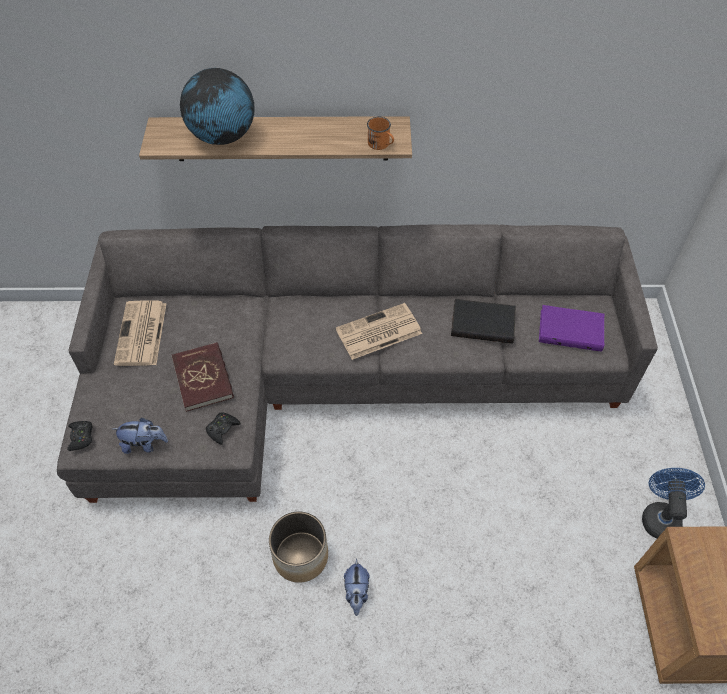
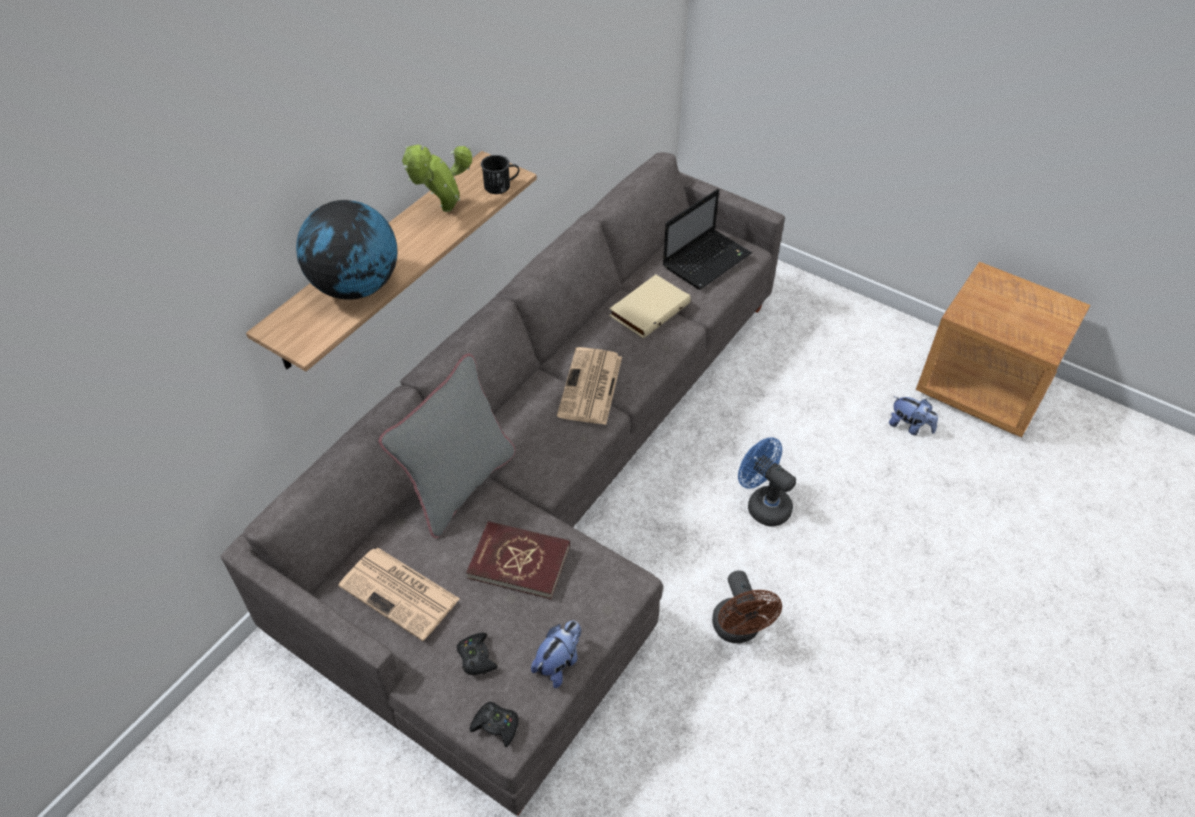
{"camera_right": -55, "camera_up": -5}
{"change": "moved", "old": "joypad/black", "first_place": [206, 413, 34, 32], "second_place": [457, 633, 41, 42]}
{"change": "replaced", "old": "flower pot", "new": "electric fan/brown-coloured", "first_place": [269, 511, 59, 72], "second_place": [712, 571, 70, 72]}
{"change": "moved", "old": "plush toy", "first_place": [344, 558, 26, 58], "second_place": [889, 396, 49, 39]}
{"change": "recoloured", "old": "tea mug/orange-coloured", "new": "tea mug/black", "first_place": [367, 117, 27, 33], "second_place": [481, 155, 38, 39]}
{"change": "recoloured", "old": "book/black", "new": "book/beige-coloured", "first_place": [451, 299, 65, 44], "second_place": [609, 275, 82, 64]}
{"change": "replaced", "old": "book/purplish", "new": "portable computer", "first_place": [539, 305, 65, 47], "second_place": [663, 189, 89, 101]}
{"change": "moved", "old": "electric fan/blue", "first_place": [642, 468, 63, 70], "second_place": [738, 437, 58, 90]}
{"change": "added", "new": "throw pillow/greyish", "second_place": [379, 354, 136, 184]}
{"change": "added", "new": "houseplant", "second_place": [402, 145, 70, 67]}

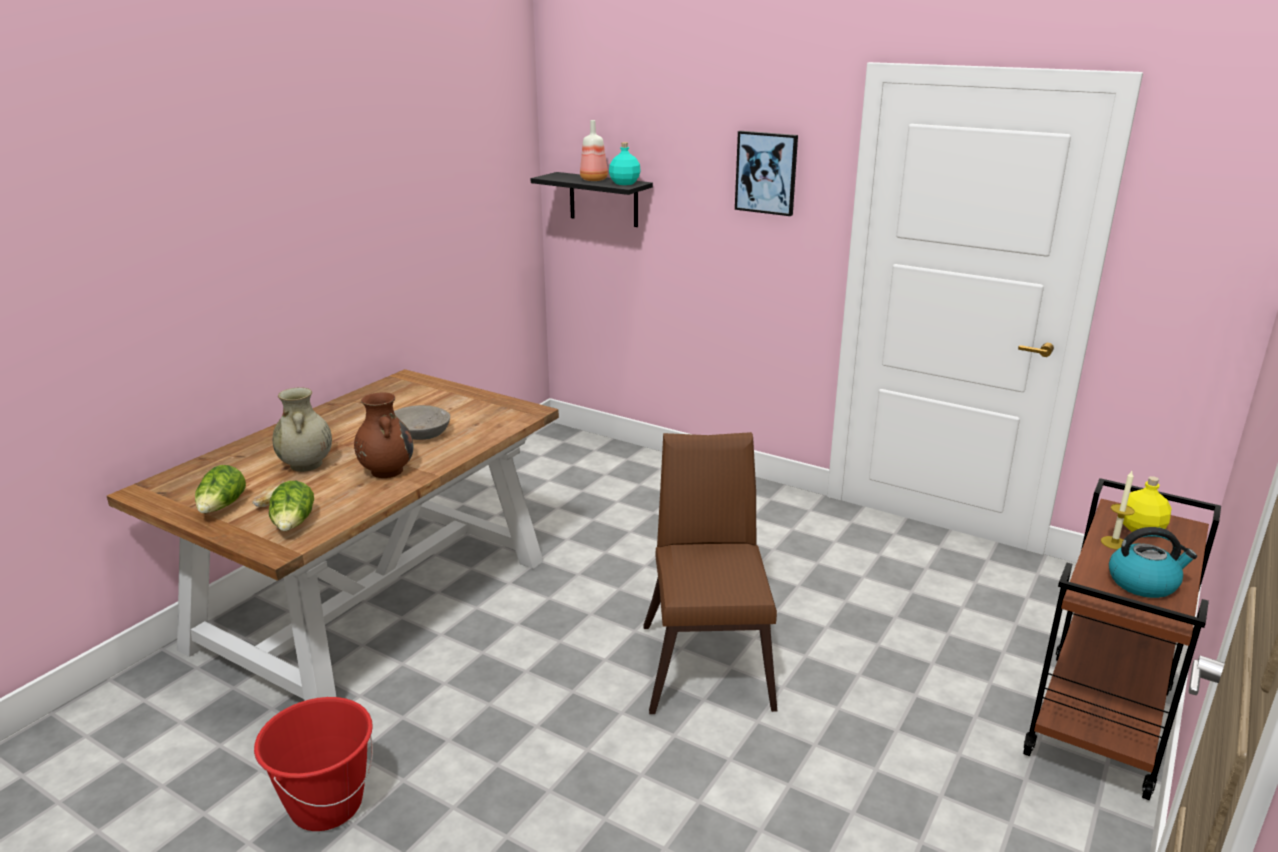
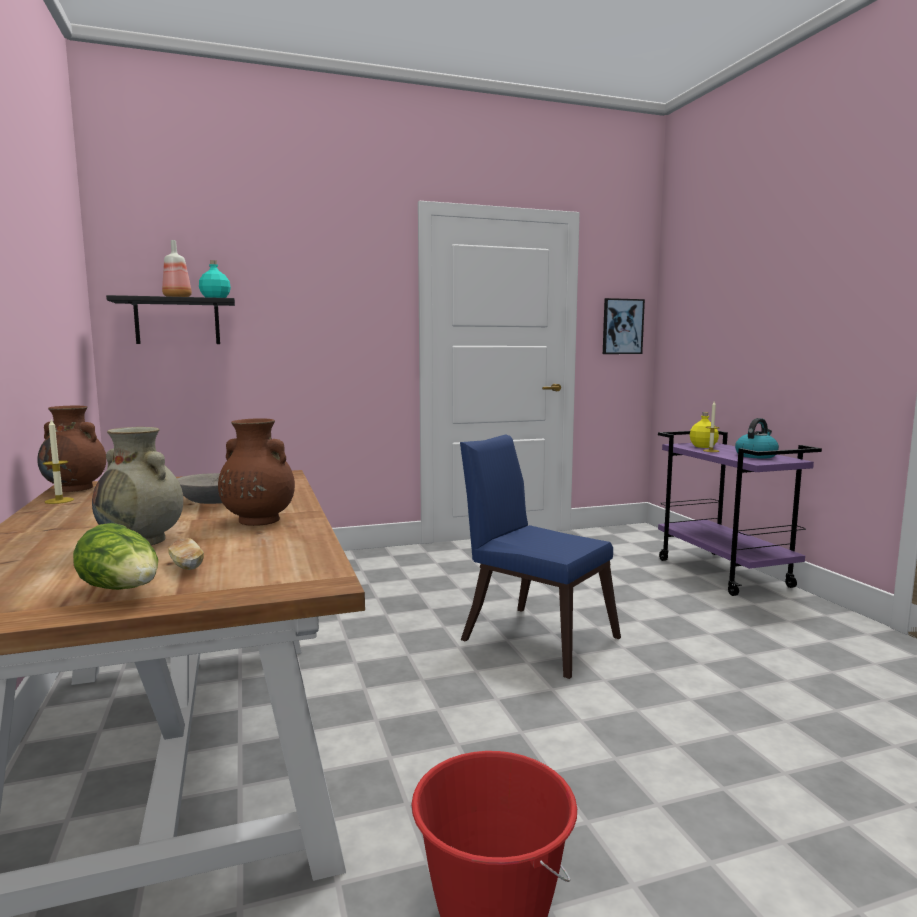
{"camera_right": -50, "camera_up": -15}
{"change": "removed", "old": "head of lettuce", "first_place": [269, 481, 45, 50]}
{"change": "recoloured", "old": "chair/brown-coloured", "new": "chair/blue", "first_place": [643, 432, 134, 282], "second_place": [460, 435, 161, 244]}
{"change": "moved", "old": "wall art", "first_place": [735, 131, 63, 85], "second_place": [603, 298, 42, 56]}
{"change": "recoloured", "old": "trolley/brown-coloured", "new": "trolley/purplish", "first_place": [1023, 478, 198, 322], "second_place": [658, 431, 164, 165]}
{"change": "added", "new": "vase/brown-coloured", "second_place": [37, 406, 69, 86]}
{"change": "added", "new": "wax candle", "second_place": [43, 420, 31, 84]}

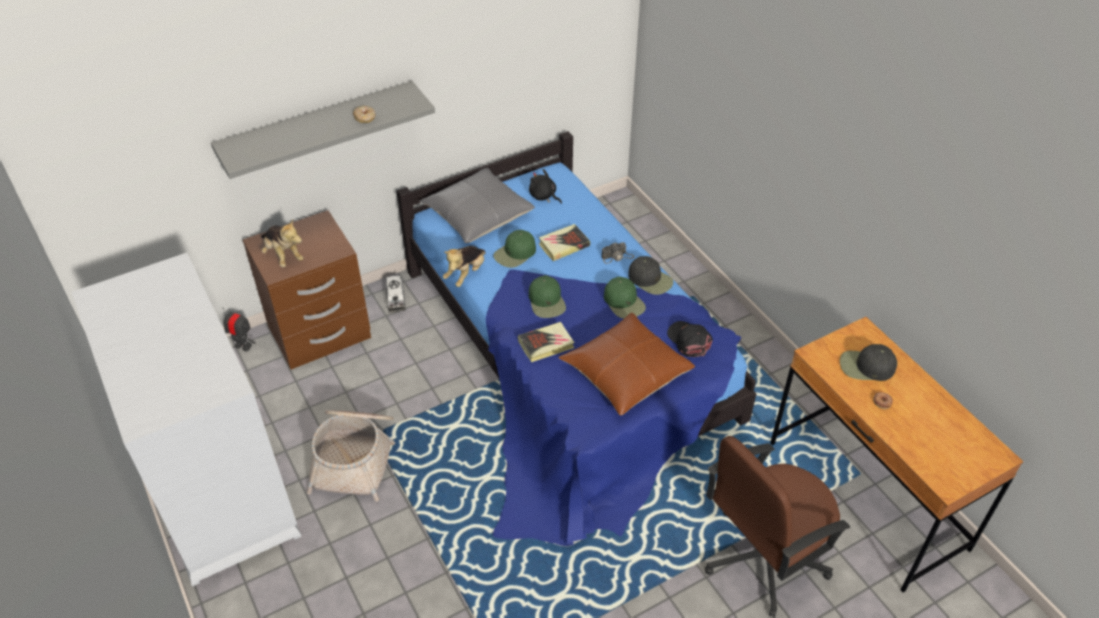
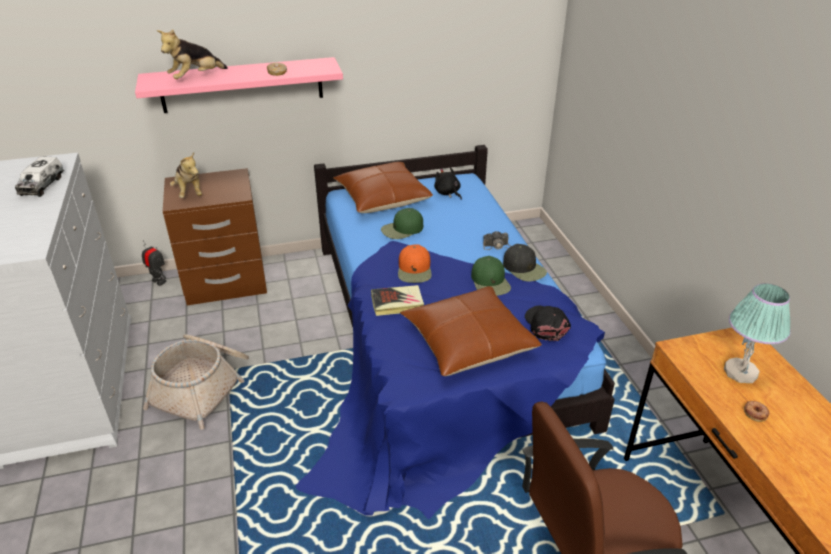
{"camera_right": 15, "camera_up": -10}
{"change": "recoloured", "old": "bracket shelf/greyish", "new": "bracket shelf/pink-coloured", "first_place": [211, 81, 224, 98], "second_place": [135, 57, 208, 56]}
{"change": "moved", "old": "model truck", "first_place": [386, 275, 20, 38], "second_place": [15, 157, 49, 40]}
{"change": "recoloured", "old": "throw pillow/greyish", "new": "throw pillow/brown-coloured", "first_place": [420, 168, 115, 75], "second_place": [333, 162, 100, 51]}
{"change": "moved", "old": "plush toy", "first_place": [443, 246, 43, 41], "second_place": [157, 29, 71, 50]}
{"change": "recoloured", "old": "cap/green-coloured", "new": "cap/orange-coloured", "first_place": [529, 275, 37, 43], "second_place": [398, 244, 34, 39]}
{"change": "removed", "old": "book", "first_place": [539, 224, 51, 37]}
{"change": "replaced", "old": "cap/black", "new": "lamp for a table", "first_place": [840, 344, 57, 37], "second_place": [724, 283, 67, 100]}

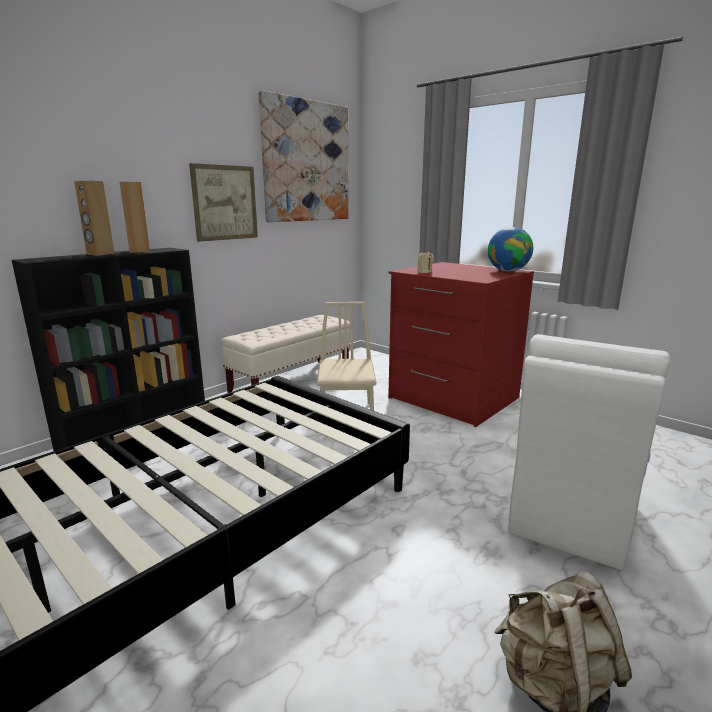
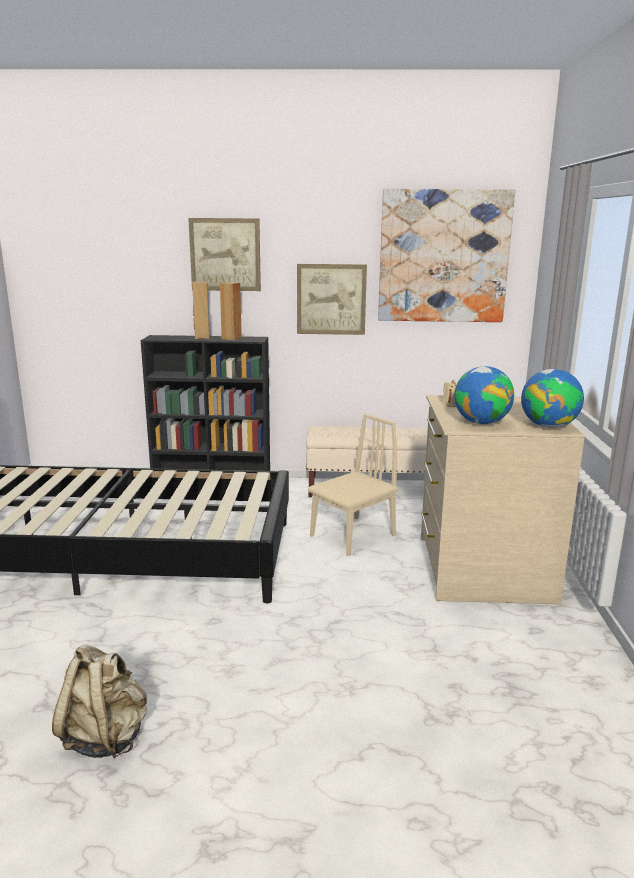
{"camera_right": 50, "camera_up": 0}
{"change": "recoloured", "old": "chest of drawers/red-coloured", "new": "chest of drawers/beige-coloured", "first_place": [388, 262, 146, 165], "second_place": [421, 395, 164, 209]}
{"change": "removed", "old": "chair/white", "first_place": [508, 334, 162, 236]}
{"change": "added", "new": "wall art", "second_place": [188, 218, 73, 73]}
{"change": "added", "new": "desk globe", "second_place": [454, 366, 60, 59]}

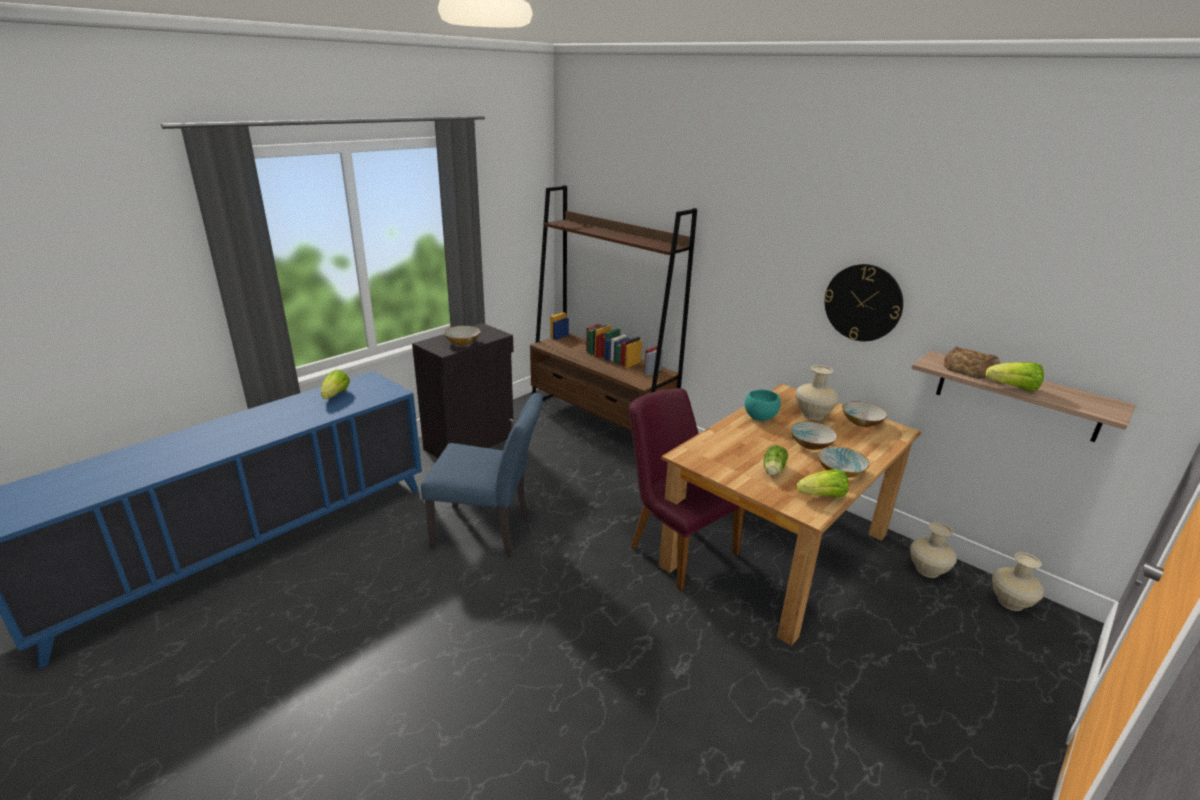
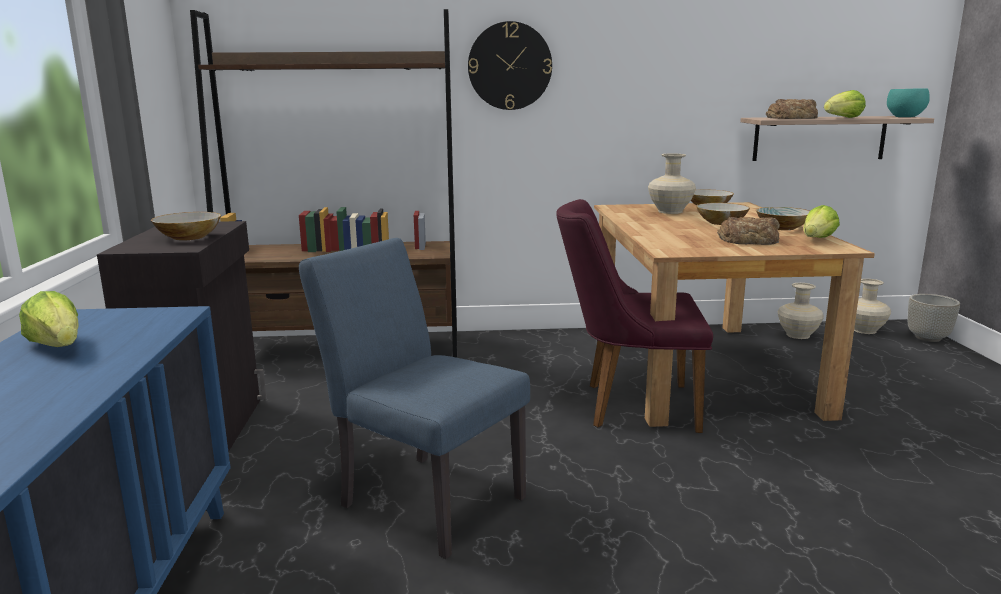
{"camera_right": -45, "camera_up": -10}
{"change": "turned", "old": "chair/blue", "first_place": [421, 393, 122, 164], "second_place": [299, 238, 231, 321], "degrees": -105}
{"change": "moved", "old": "deep dish/blue-green", "first_place": [745, 389, 35, 32], "second_place": [887, 88, 43, 29]}
{"change": "replaced", "old": "head of lettuce", "new": "bakery bread", "first_place": [764, 445, 24, 31], "second_place": [717, 217, 63, 28]}
{"change": "moved", "old": "hanging clock", "first_place": [824, 264, 79, 77], "second_place": [468, 21, 84, 89]}
{"change": "added", "new": "flower pot/greyish", "second_place": [908, 294, 52, 48]}

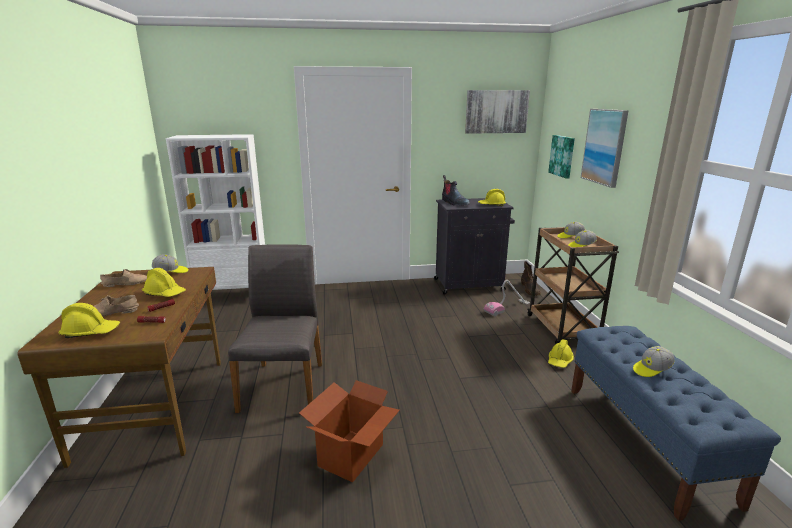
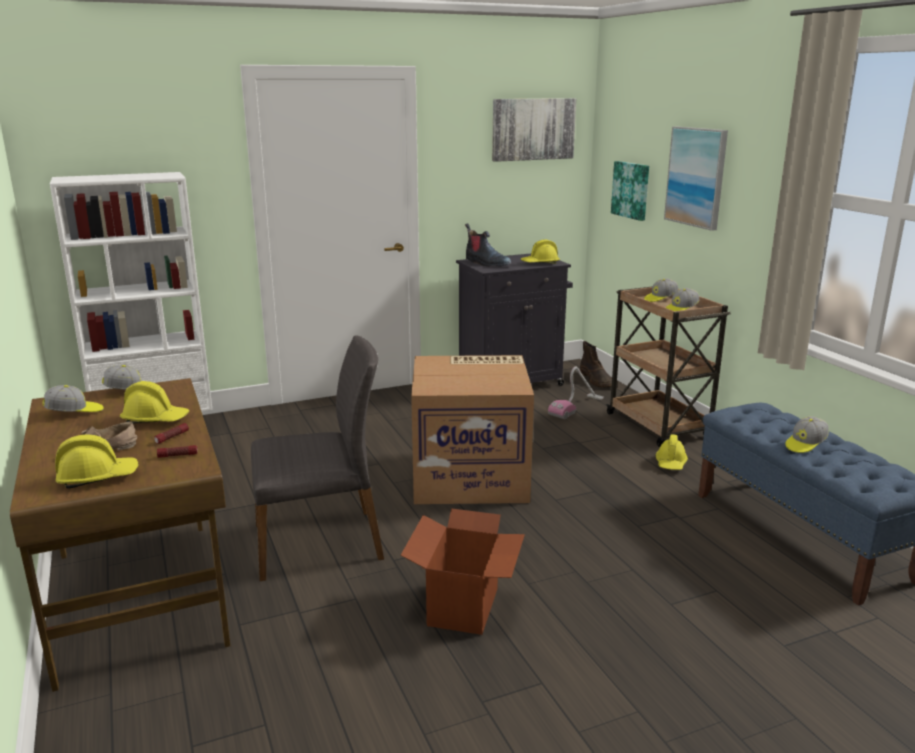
{"camera_right": -15, "camera_up": 0}
{"change": "replaced", "old": "shoe/beige-coloured", "new": "cap", "first_place": [100, 269, 47, 18], "second_place": [43, 385, 61, 27]}
{"change": "turned", "old": "chair/greyish", "first_place": [228, 245, 94, 168], "second_place": [251, 336, 133, 245], "degrees": 90}
{"change": "added", "new": "cardboard box", "second_place": [411, 355, 123, 149]}

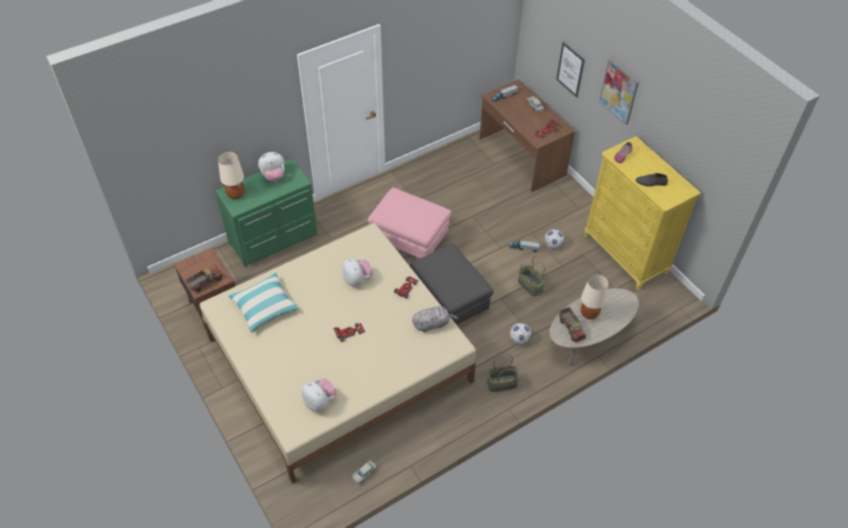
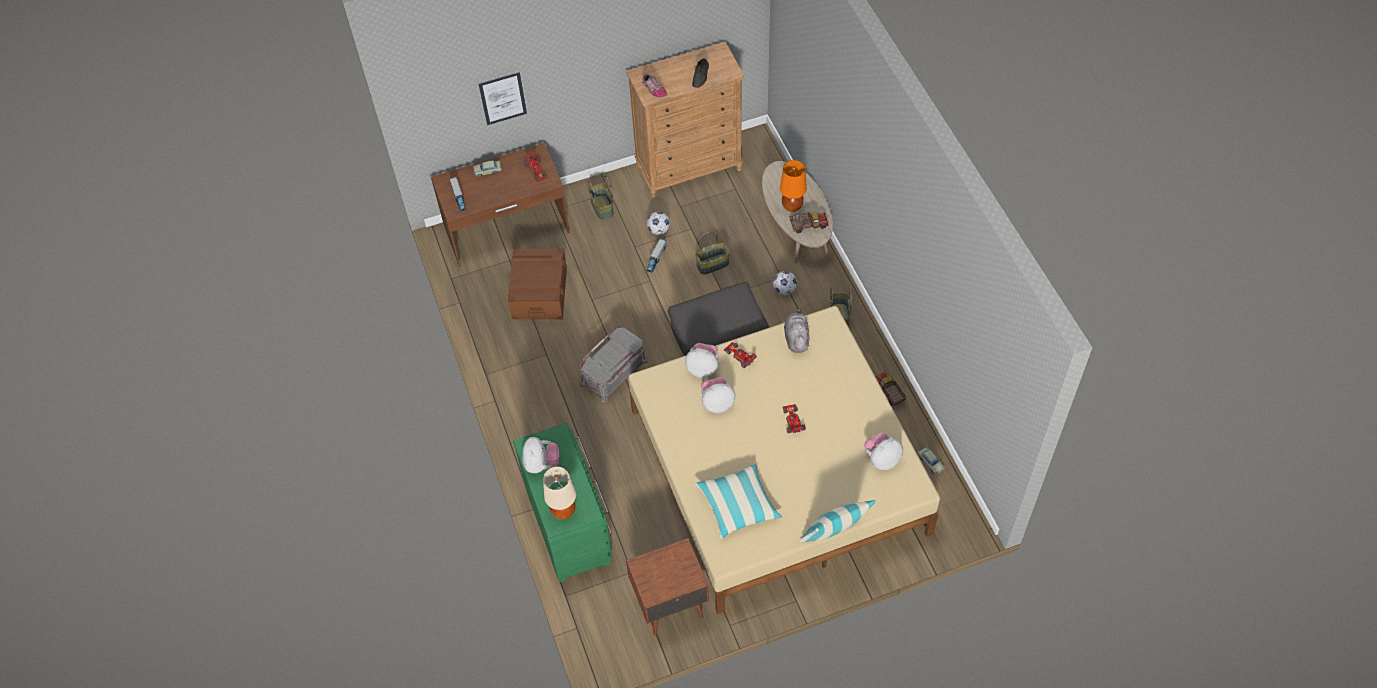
{"camera_right": -75, "camera_up": 5}
{"change": "moved", "old": "model truck", "first_place": [186, 267, 37, 25], "second_place": [875, 371, 31, 35]}
{"change": "replaced", "old": "pouffe/pink-coloured", "new": "storage container/greyish", "first_place": [368, 187, 83, 71], "second_place": [580, 327, 67, 75]}
{"change": "recoloured", "old": "lamp for a table/beige-coloured", "new": "lamp for a table/orange-coloured", "first_place": [581, 274, 28, 45], "second_place": [780, 160, 27, 52]}
{"change": "recoloured", "old": "chest of drawers/yellow", "new": "chest of drawers/brown-coloured", "first_place": [584, 136, 117, 154], "second_place": [626, 42, 118, 156]}
{"change": "removed", "old": "wall art", "first_place": [599, 58, 40, 67]}
{"change": "added", "new": "storage container/brown-coloured", "second_place": [508, 248, 59, 72]}
{"change": "added", "new": "storage basket", "second_place": [588, 175, 26, 45]}
{"change": "added", "new": "plush toy", "second_place": [685, 343, 33, 35]}
{"change": "added", "new": "throw pillow", "second_place": [800, 500, 76, 42]}

